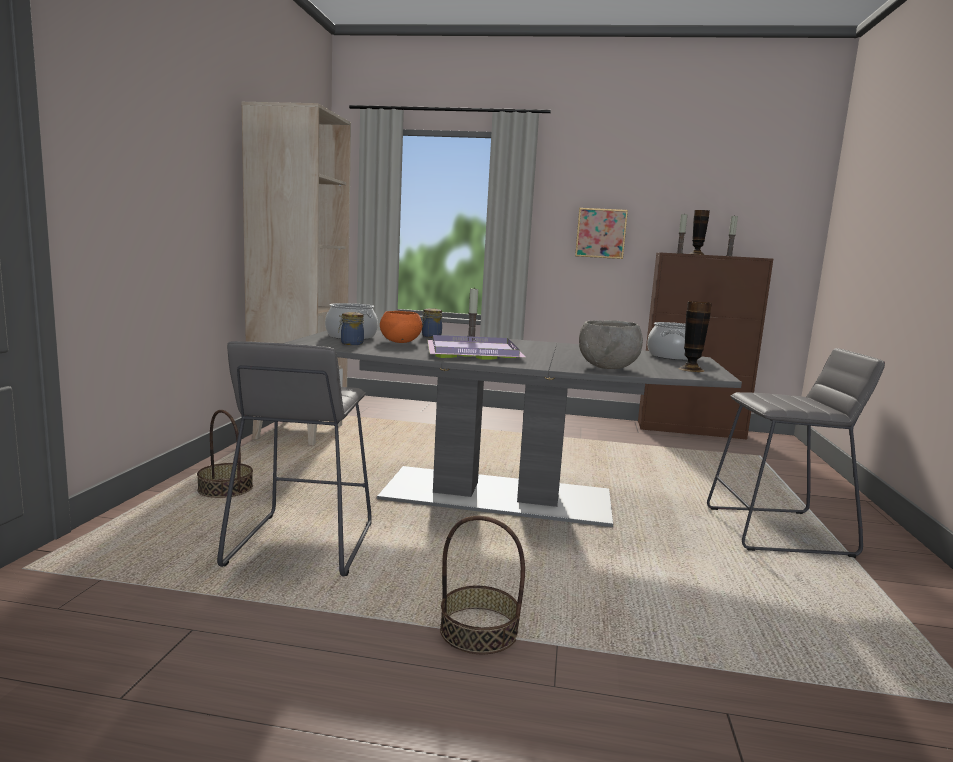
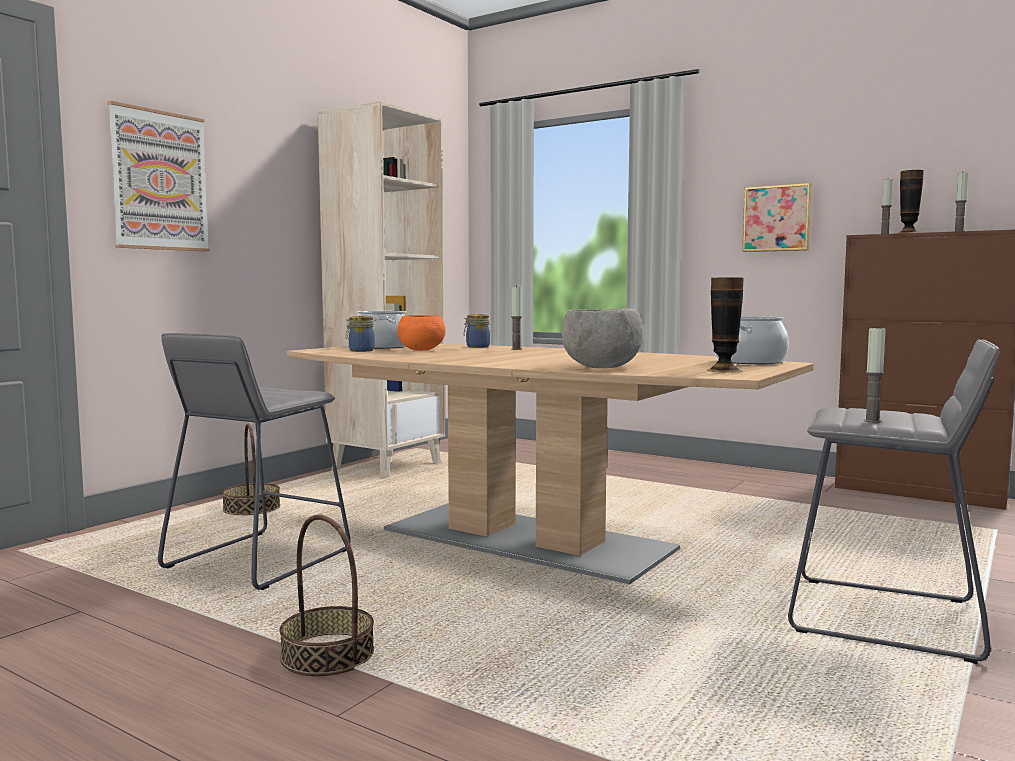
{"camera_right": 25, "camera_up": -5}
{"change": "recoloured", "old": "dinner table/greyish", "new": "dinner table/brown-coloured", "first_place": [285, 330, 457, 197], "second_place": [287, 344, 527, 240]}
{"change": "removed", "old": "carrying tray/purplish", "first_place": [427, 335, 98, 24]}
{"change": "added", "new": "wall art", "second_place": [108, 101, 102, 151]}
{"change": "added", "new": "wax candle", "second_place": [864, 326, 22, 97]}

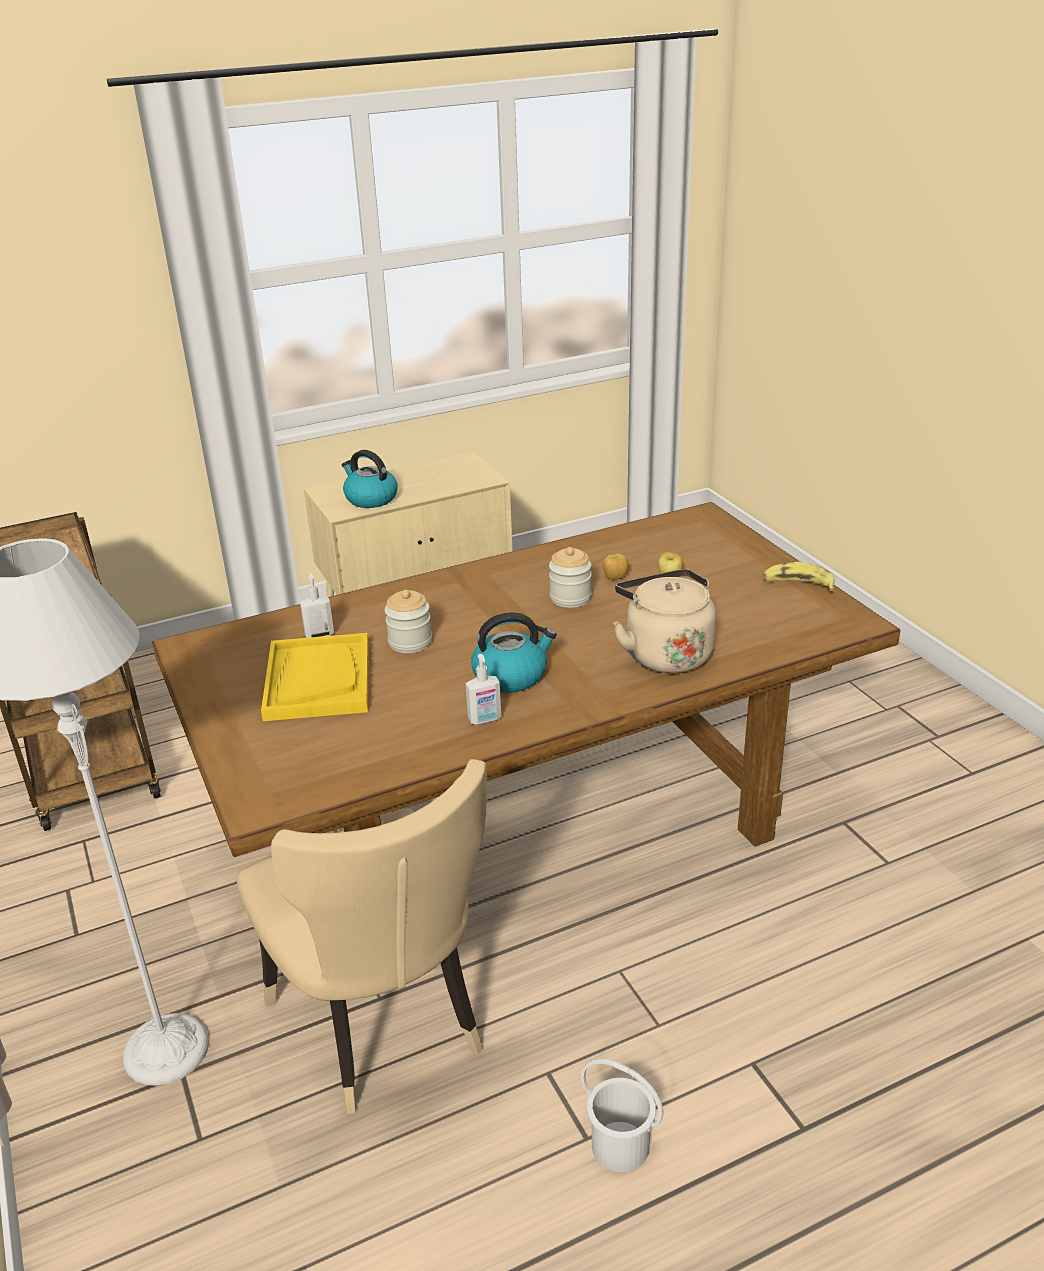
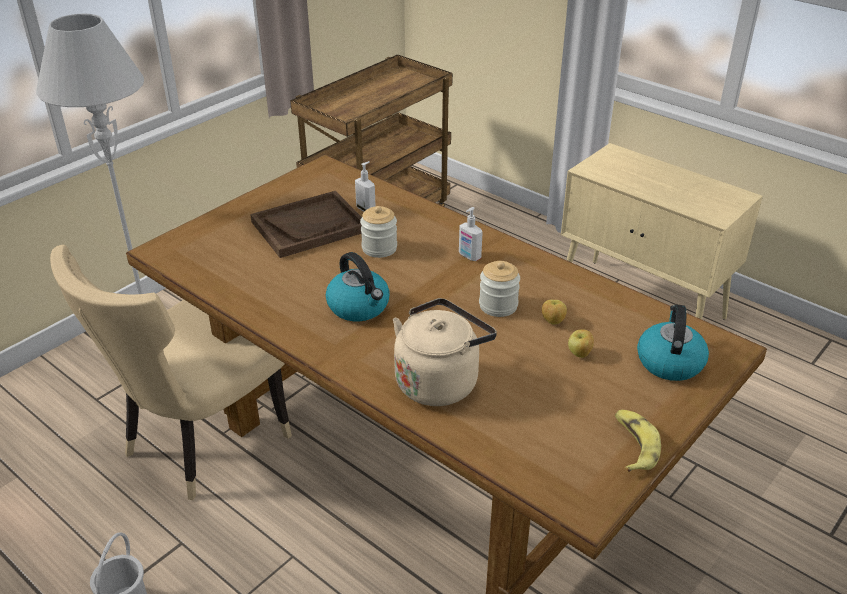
{"camera_right": 65, "camera_up": 5}
{"change": "recoloured", "old": "carrying tray/yellow", "new": "carrying tray/brown-coloured", "first_place": [261, 633, 108, 88], "second_place": [250, 191, 112, 67]}
{"change": "moved", "old": "water kettle", "first_place": [342, 450, 56, 58], "second_place": [637, 305, 72, 76]}
{"change": "moved", "old": "soap bottle", "first_place": [466, 654, 35, 71], "second_place": [459, 207, 24, 54]}

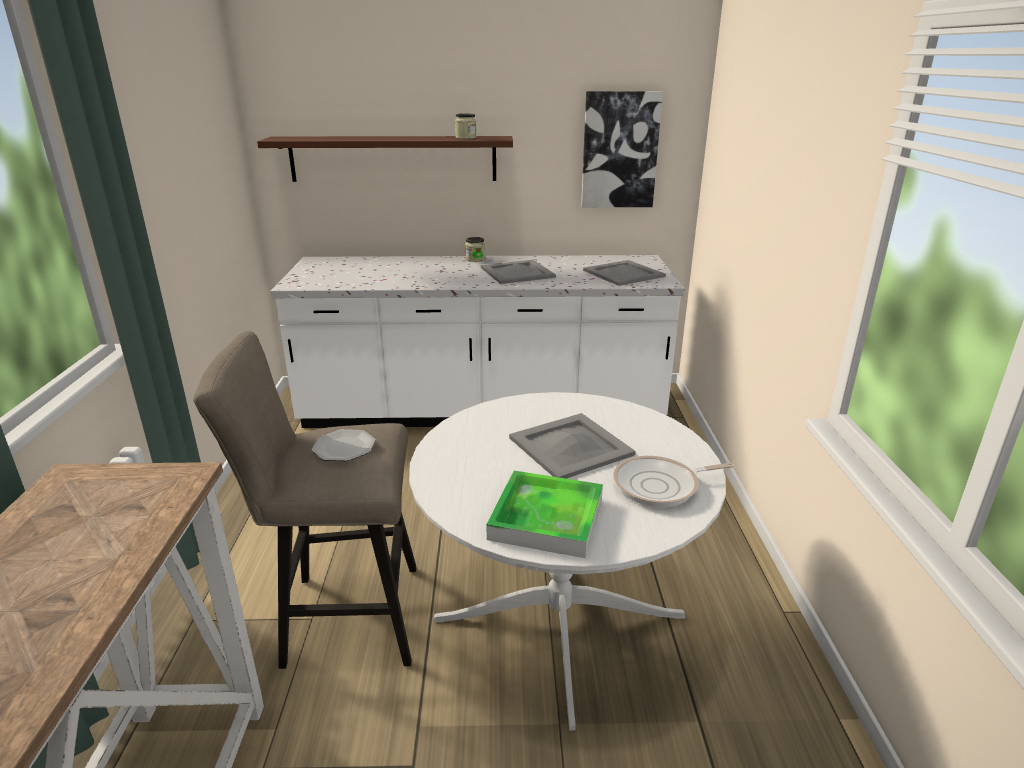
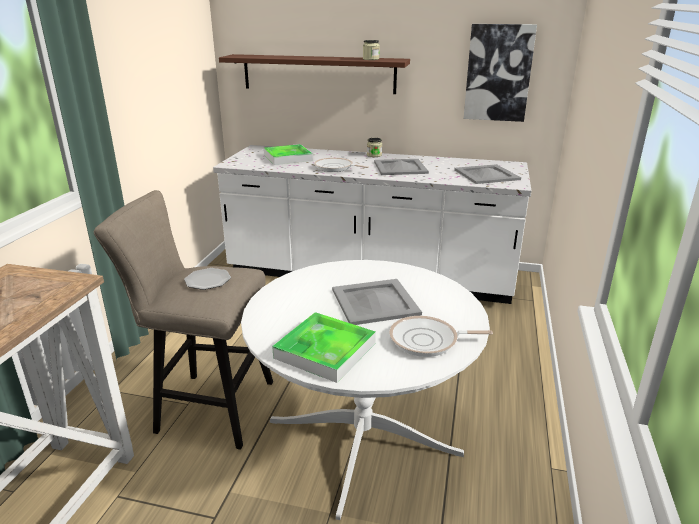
{"camera_right": 15, "camera_up": 0}
{"change": "added", "new": "carrying tray", "second_place": [264, 144, 49, 21]}
{"change": "added", "new": "frying pan", "second_place": [314, 158, 55, 14]}

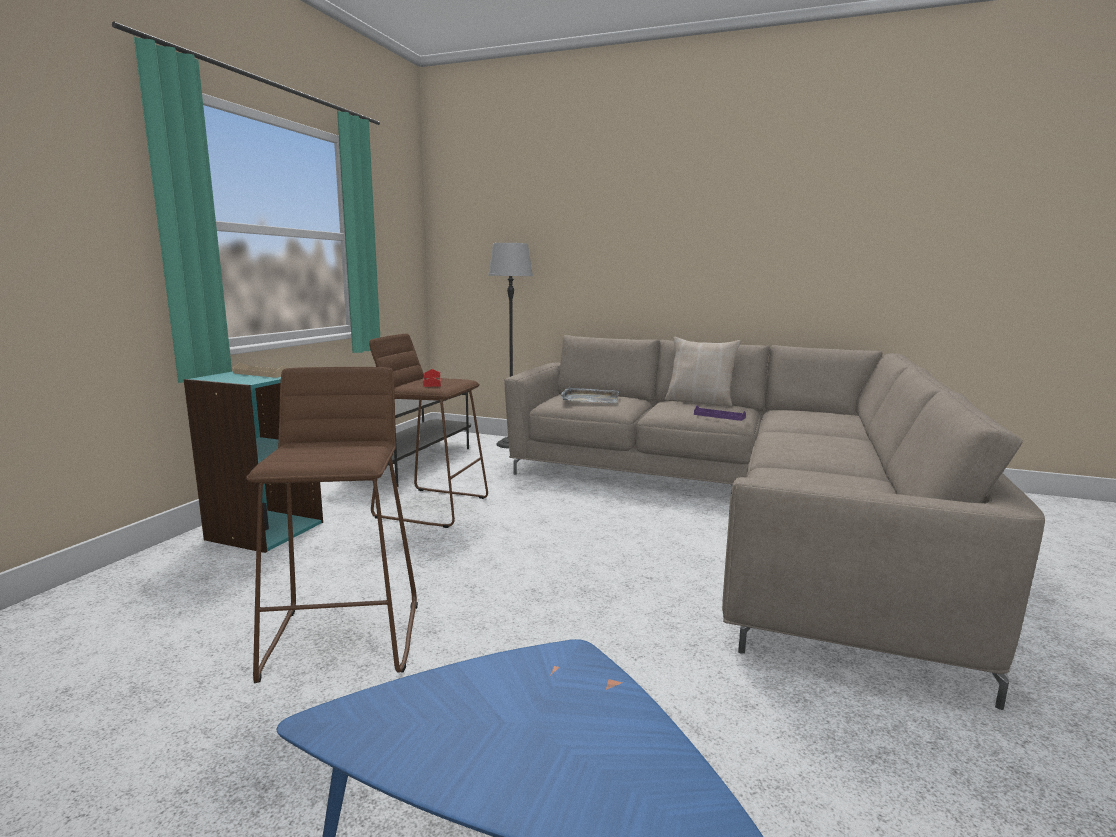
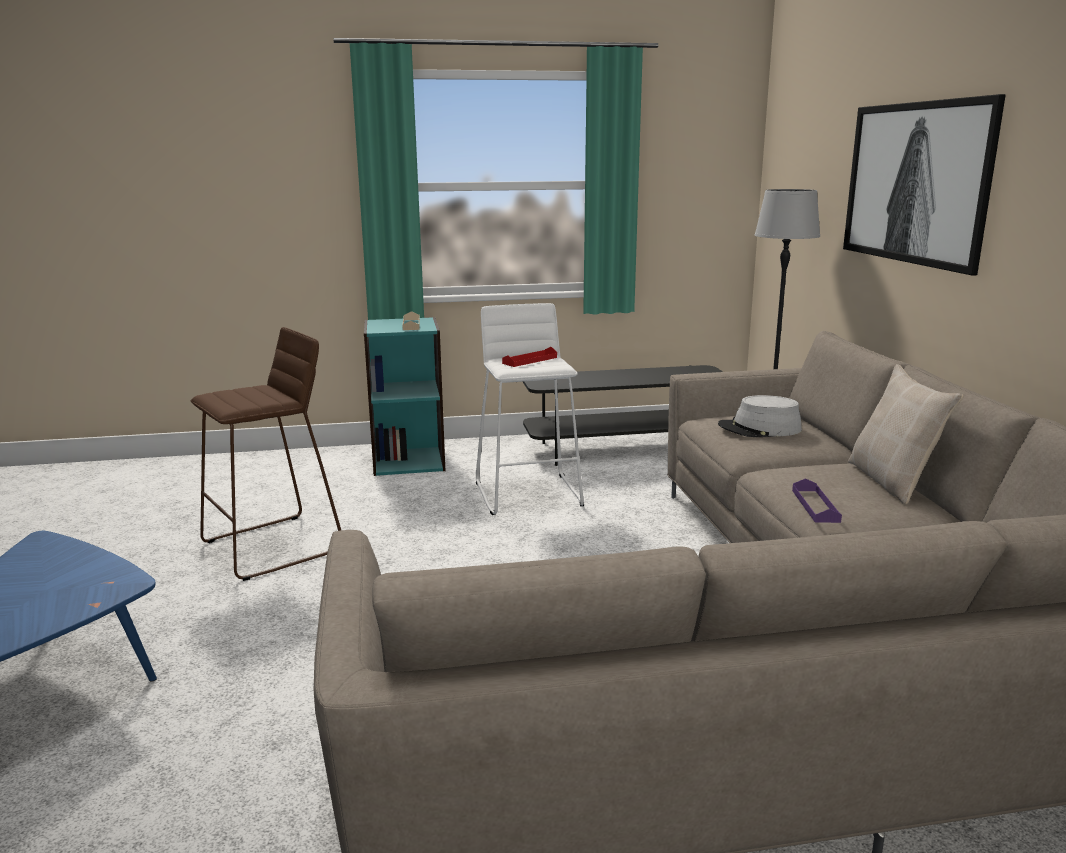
{"camera_right": 60, "camera_up": 5}
{"change": "recoloured", "old": "stool seat/brown-coloured", "new": "stool seat/white", "first_place": [369, 334, 119, 194], "second_place": [476, 303, 108, 212]}
{"change": "replaced", "old": "carrying tray/greyish", "new": "hat/greyish", "first_place": [561, 387, 58, 16], "second_place": [718, 395, 84, 42]}
{"change": "added", "new": "wall art", "second_place": [843, 94, 163, 182]}

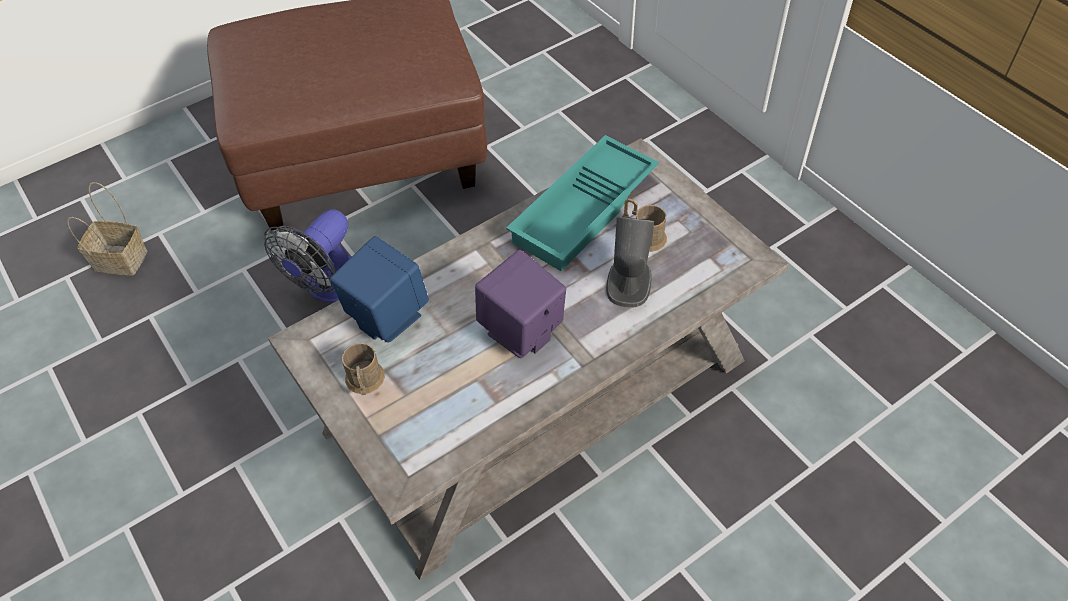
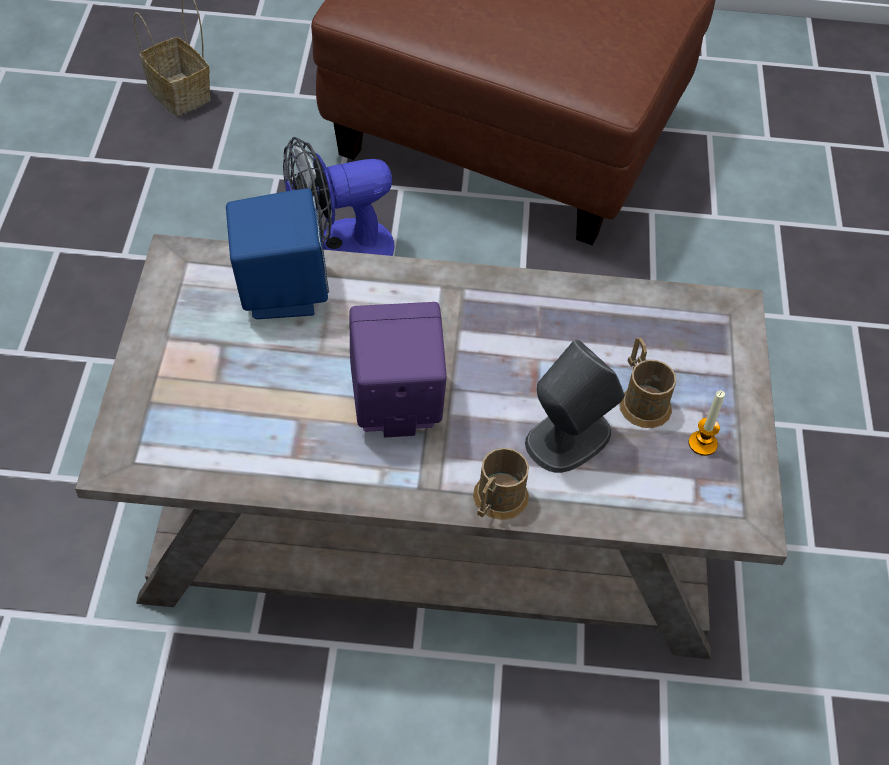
{"camera_right": 35, "camera_up": 0}
{"change": "moved", "old": "tea mug/brown-coloured", "first_place": [342, 343, 43, 52], "second_place": [473, 448, 56, 72]}
{"change": "removed", "old": "carrying tray/blue-green", "first_place": [506, 135, 153, 136]}
{"change": "added", "new": "wax candle", "second_place": [689, 391, 36, 65]}

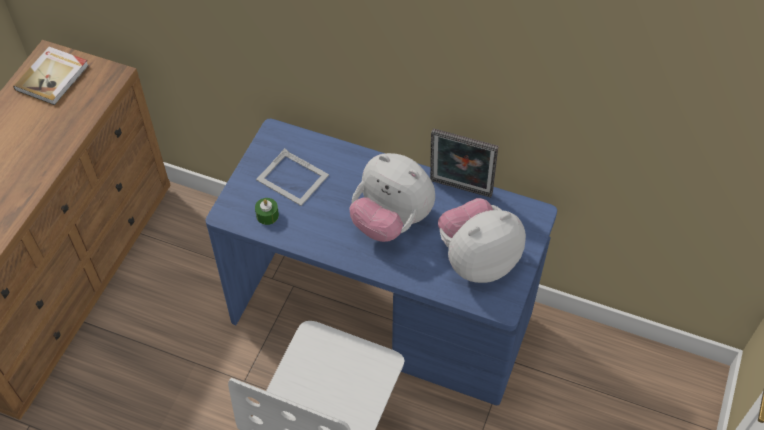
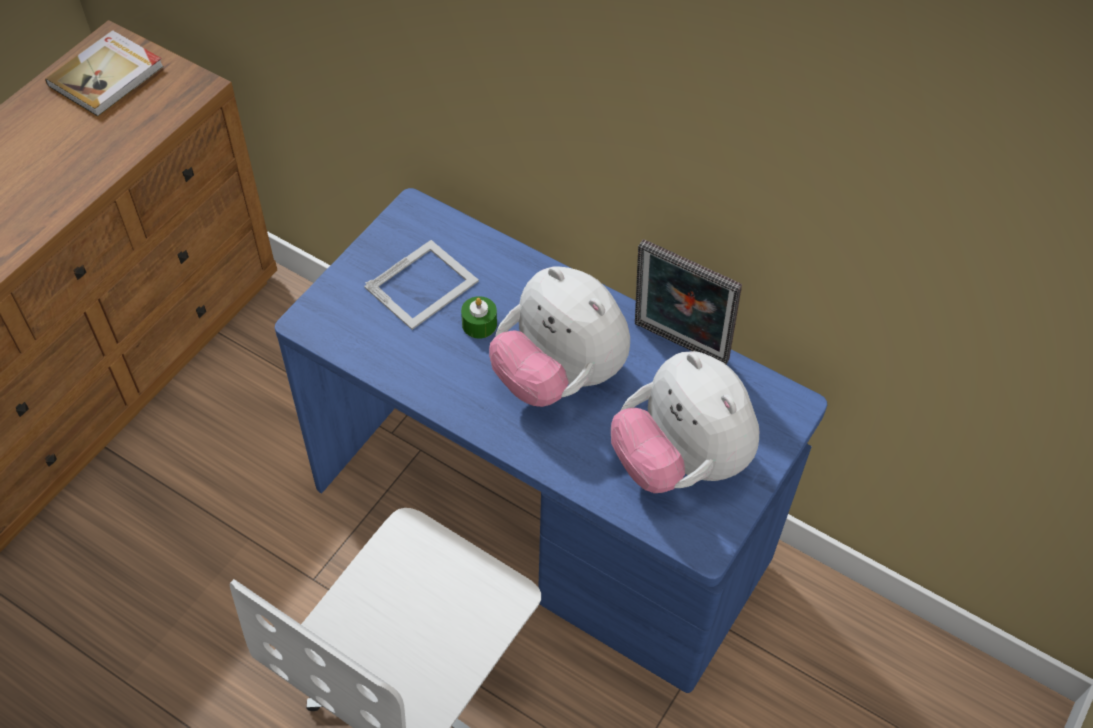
{"camera_right": 10, "camera_up": 0}
{"change": "moved", "old": "wax candle/green-coloured", "first_place": [255, 198, 24, 27], "second_place": [461, 296, 36, 43]}
{"change": "turned", "old": "photo frame", "first_place": [256, 148, 73, 58], "second_place": [364, 240, 115, 90], "degrees": -90}
{"change": "turned", "old": "plush toy", "first_place": [438, 198, 88, 85], "second_place": [611, 351, 148, 142], "degrees": -105}

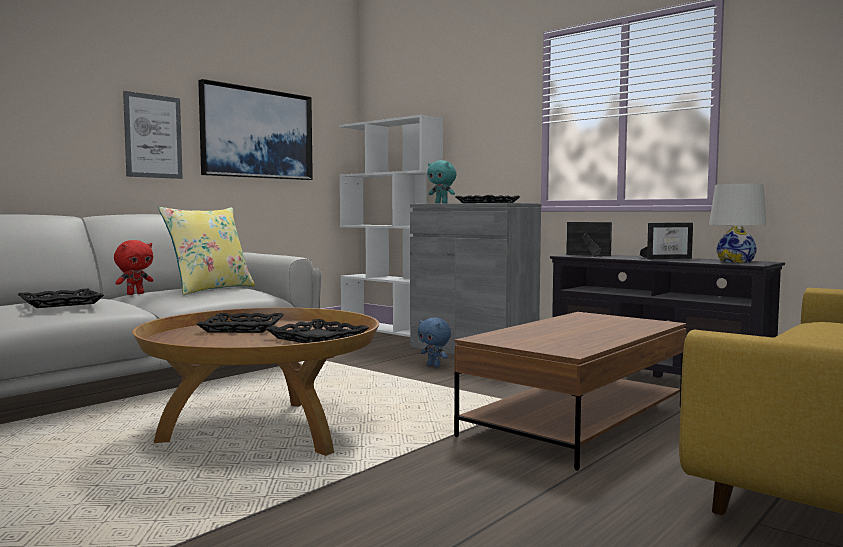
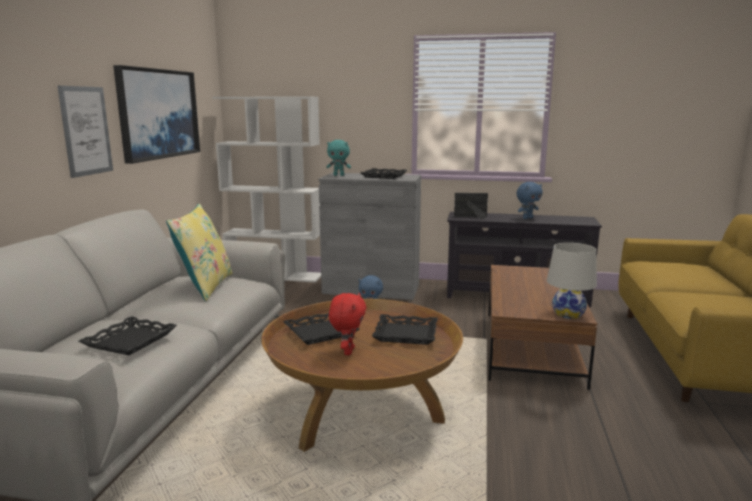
{"camera_right": -30, "camera_up": 10}
{"change": "moved", "old": "plush toy/red-coloured", "first_place": [114, 240, 39, 55], "second_place": [329, 293, 37, 62]}
{"change": "replaced", "old": "photo frame", "new": "plush toy/blue", "first_place": [640, 223, 53, 36], "second_place": [516, 182, 27, 37]}
{"change": "moved", "old": "lamp for a table/white", "first_place": [709, 184, 58, 79], "second_place": [547, 243, 50, 76]}

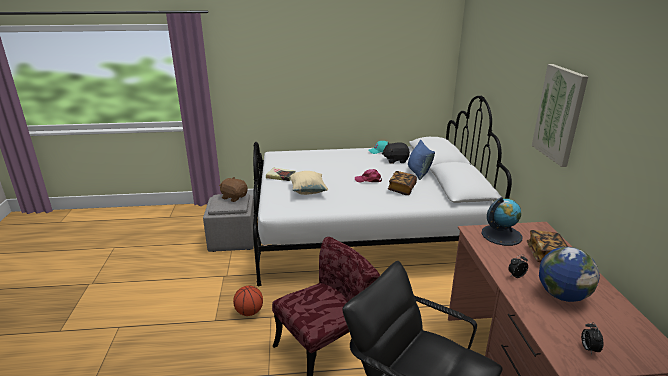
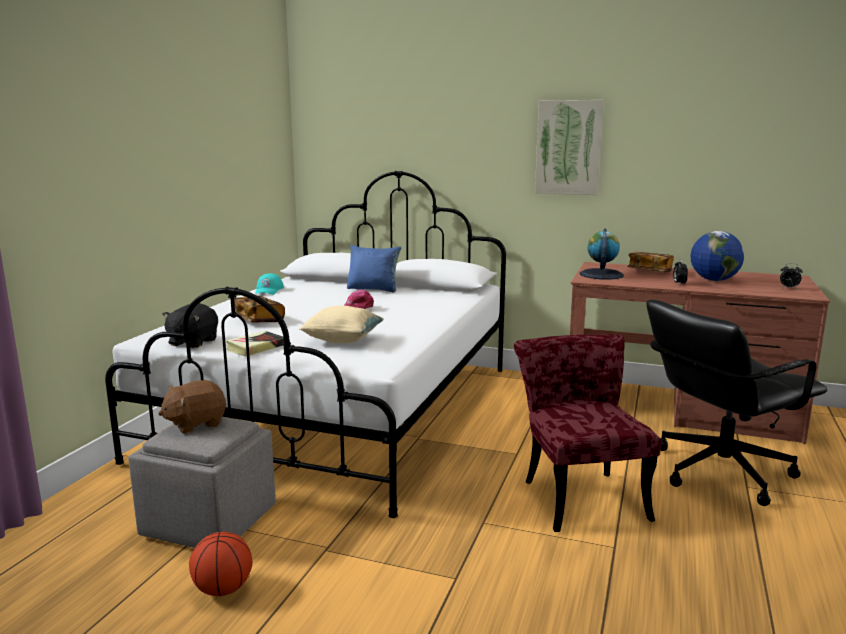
{"camera_right": -65, "camera_up": -10}
{"change": "moved", "old": "basketball", "first_place": [233, 286, 30, 30], "second_place": [189, 532, 63, 64]}
{"change": "moved", "old": "plush toy/black", "first_place": [382, 142, 28, 22], "second_place": [162, 303, 56, 45]}
{"change": "moved", "old": "book", "first_place": [388, 171, 29, 24], "second_place": [234, 296, 51, 27]}

